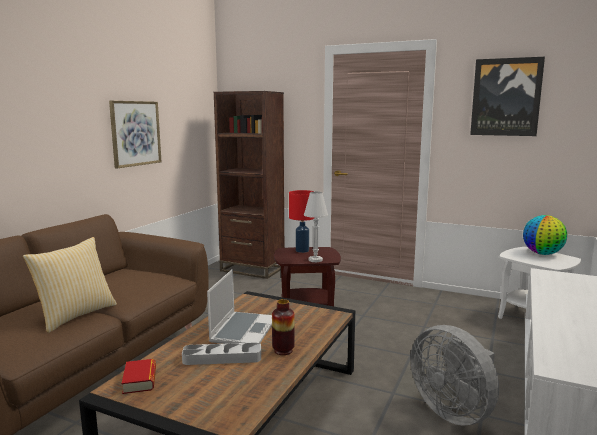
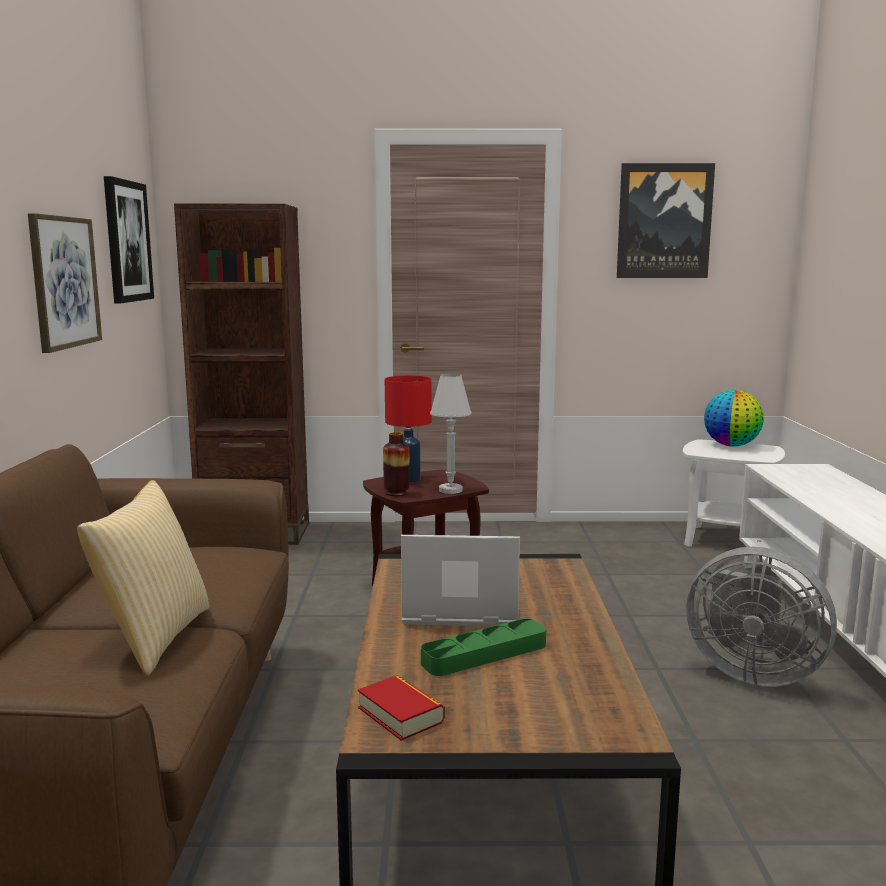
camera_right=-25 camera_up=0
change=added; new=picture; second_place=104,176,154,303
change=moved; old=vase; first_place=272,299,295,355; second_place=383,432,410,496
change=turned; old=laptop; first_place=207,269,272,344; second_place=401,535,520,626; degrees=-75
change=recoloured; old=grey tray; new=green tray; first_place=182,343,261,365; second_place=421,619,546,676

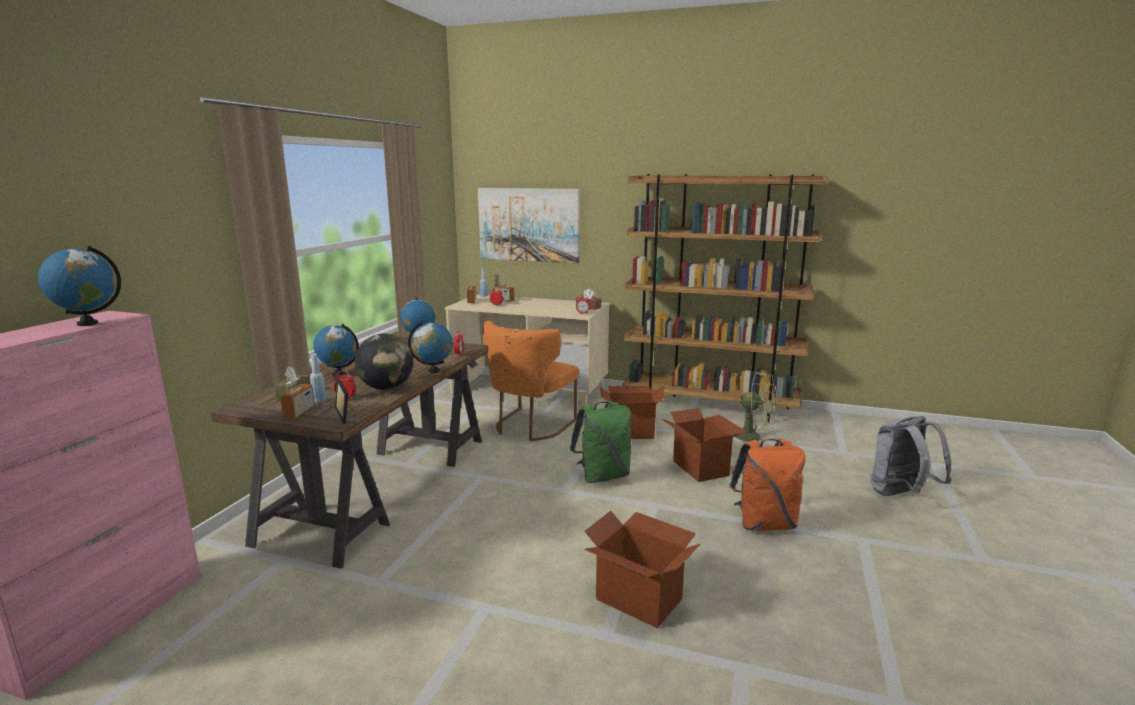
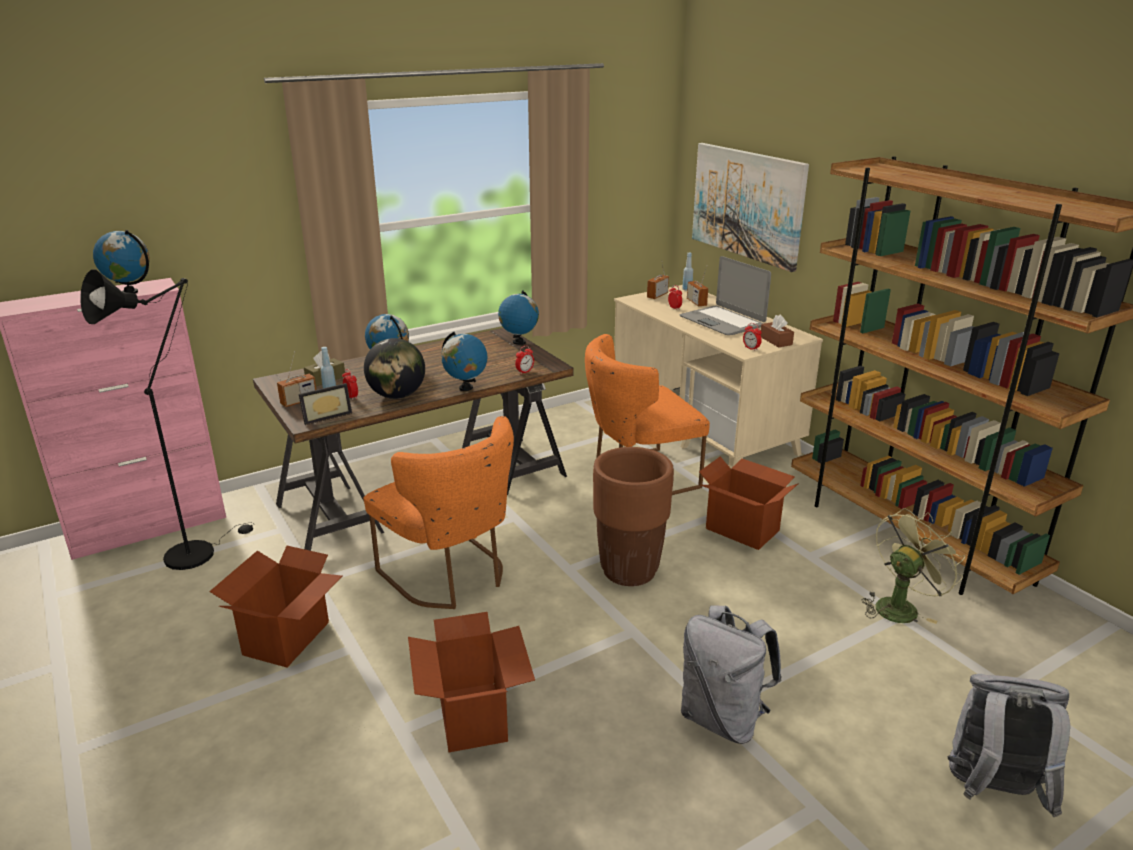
camera_right=40 camera_up=10
change=added; new=black floor lamp; second_place=80,269,254,570
change=moved; old=cardboard box; first_place=662,408,748,482; second_place=209,546,342,667
change=turned; old=picture frame; first_place=335,379,358,424; second_place=299,383,352,425; degrees=-135
change=added; new=orange chair; second_place=363,416,514,609
change=replaced; old=green backpack; new=brown planter; first_place=570,401,632,483; second_place=593,447,674,586
change=added; new=laptop; second_place=679,256,771,335
change=recoloured; old=orange backpack; new=grey backpack; first_place=729,438,805,531; second_place=681,605,782,744
change=turned; old=green fan; first_place=735,372,777,442; second_place=862,508,965,624; degrees=-105

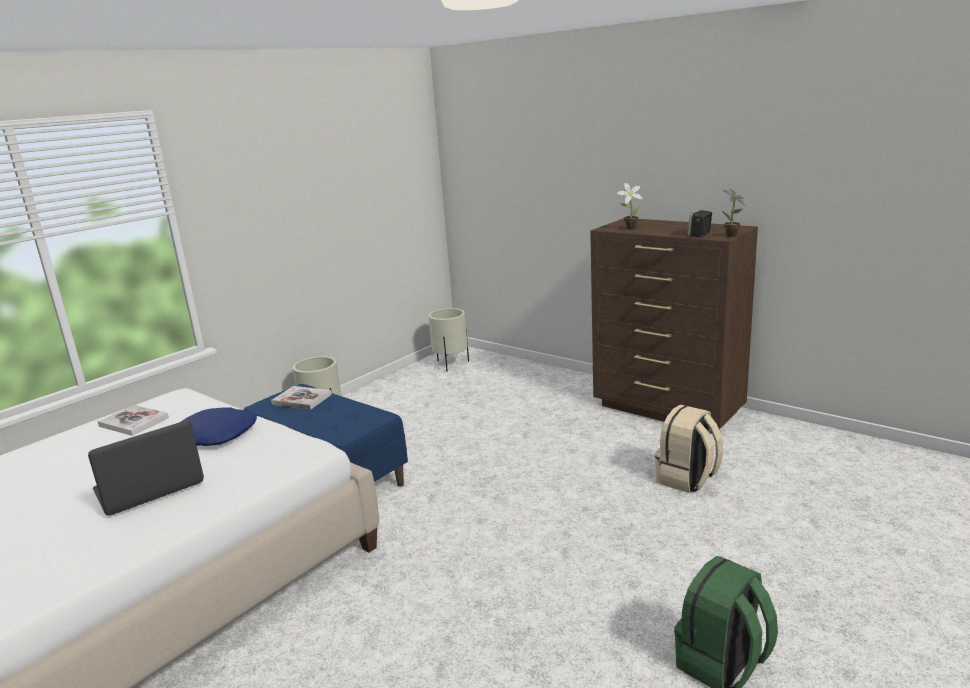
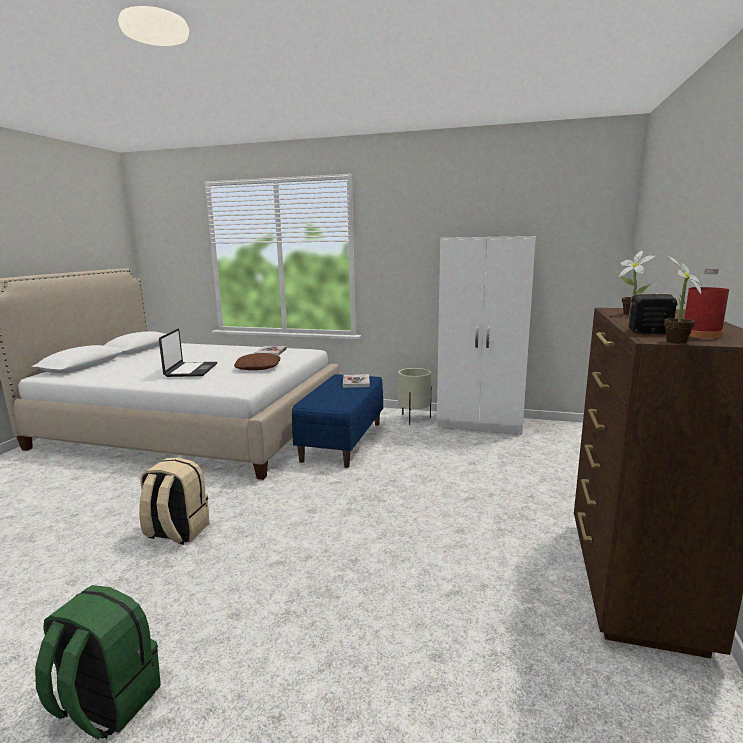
camera_right=65 camera_up=-5
change=moved; old=beige backpack; first_place=655,405,723,493; second_place=139,457,210,545
change=turned; old=laptop; first_place=88,421,204,516; second_place=159,329,217,377; degrees=60
change=recoloured; old=blue pillow; new=brown pillow; first_place=181,407,257,446; second_place=234,353,281,370
change=added; new=white wardrobe; second_place=437,236,536,434
change=added; new=red bottle; second_place=684,268,729,338
change=removed; old=beige planter; first_place=429,308,469,372

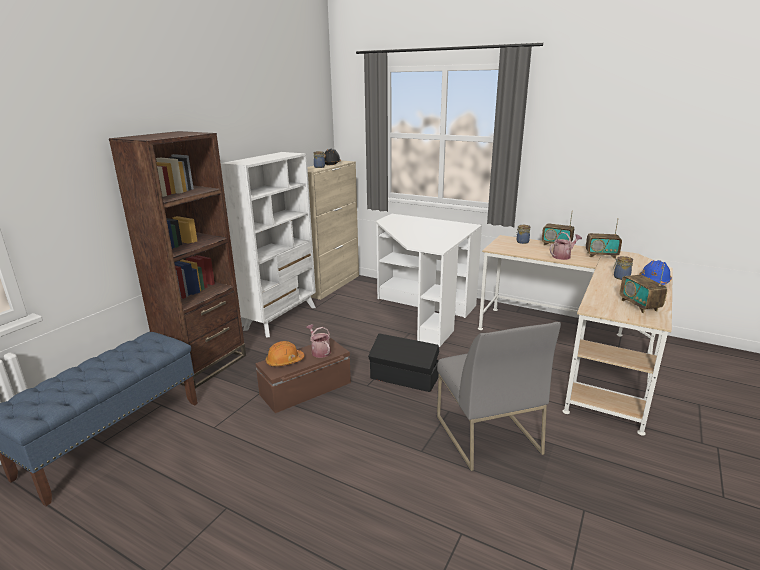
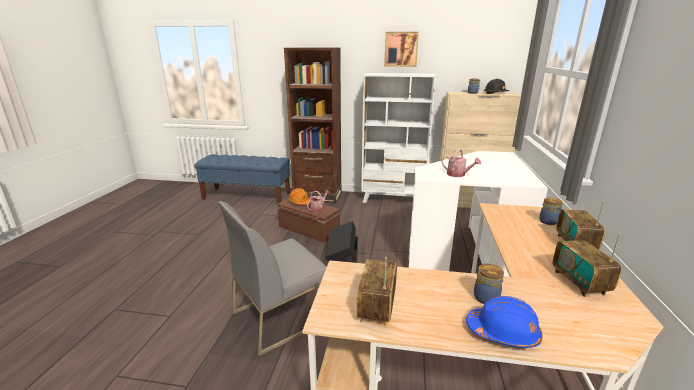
camera_right=70 camera_up=0
change=turned; old=radio; first_place=620,264,667,313; second_place=357,257,397,326; degrees=-45
change=added; new=picture; second_place=384,32,419,67
change=moved; old=watering can; first_place=550,232,582,260; second_place=441,149,481,177

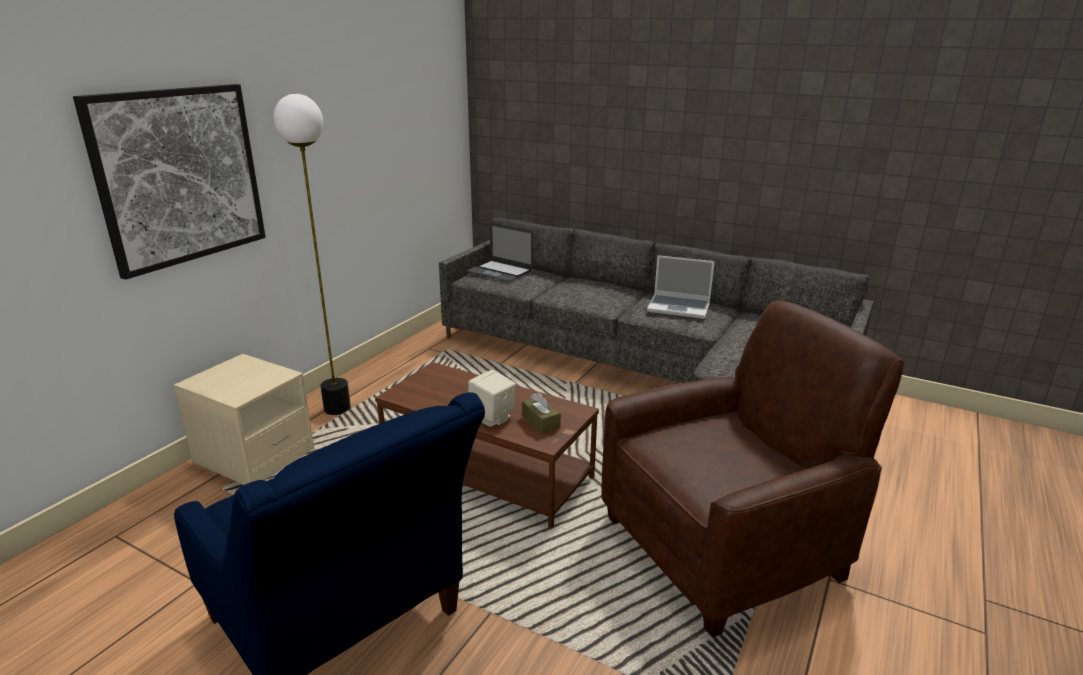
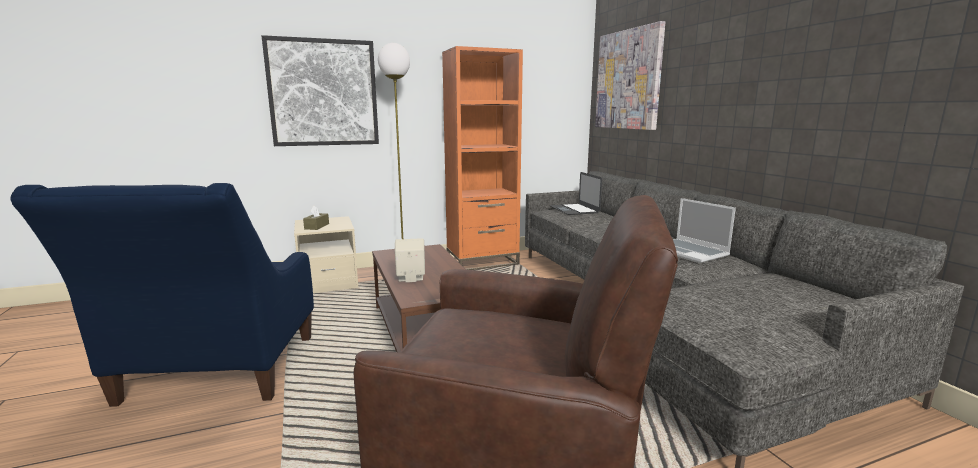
camera_right=40 camera_up=-10
change=moved; old=brown tissue box; first_place=522,392,561,434; second_place=303,206,329,230
change=added; new=orange bookcase; second_place=442,46,523,270
change=added; new=picture; second_place=595,21,665,130

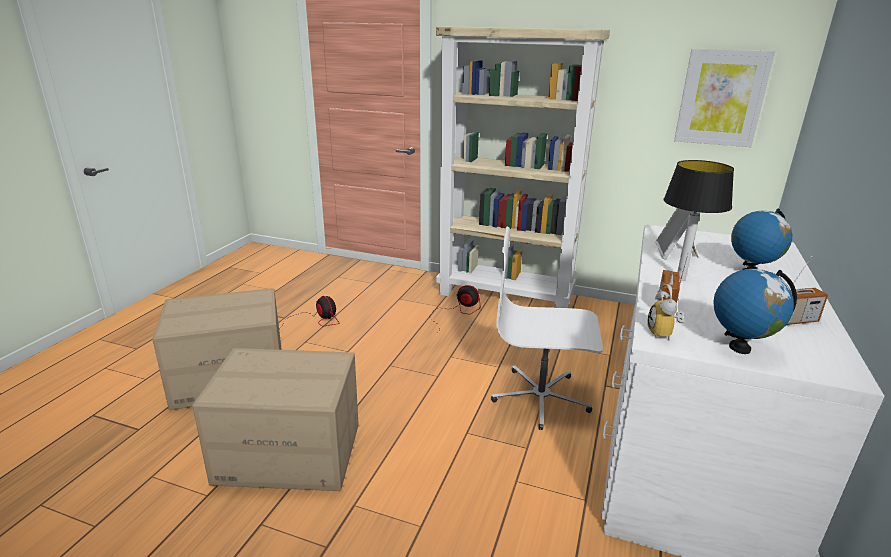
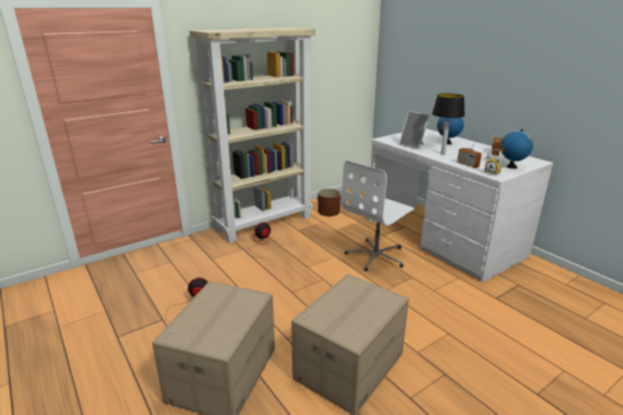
camera_right=-55 camera_up=0
change=added; new=brown planter; second_place=318,189,341,216
change=removed; old=picture; first_place=674,49,775,147

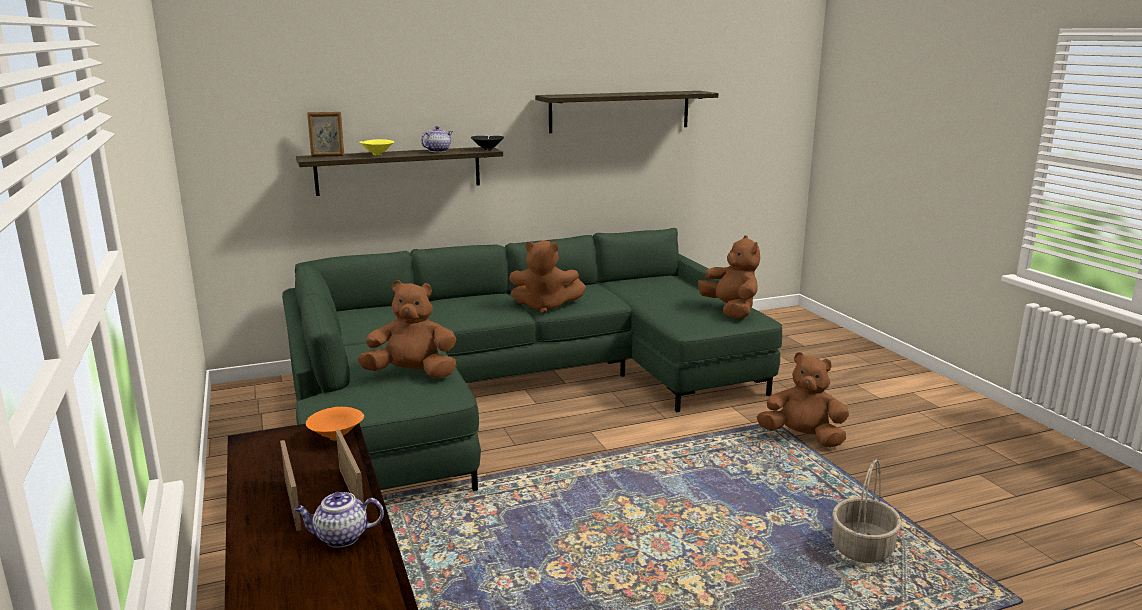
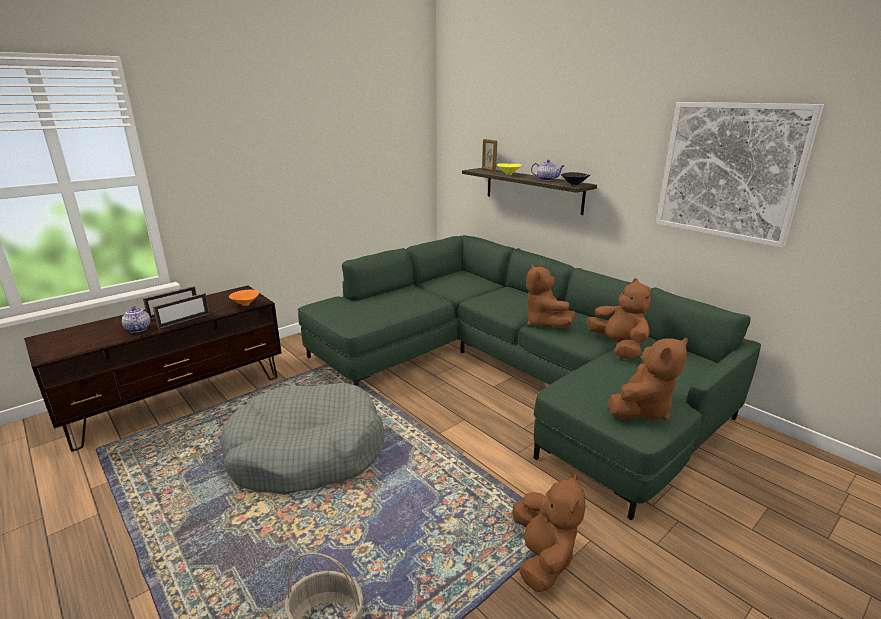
camera_right=70 camera_up=5
change=added; new=grey dog bed; second_place=219,383,385,495
change=moved; old=brown plush toy; first_place=358,280,456,378; second_place=587,278,651,360
change=replaced; old=shelf; new=picture; first_place=535,91,719,133; second_place=656,102,824,248

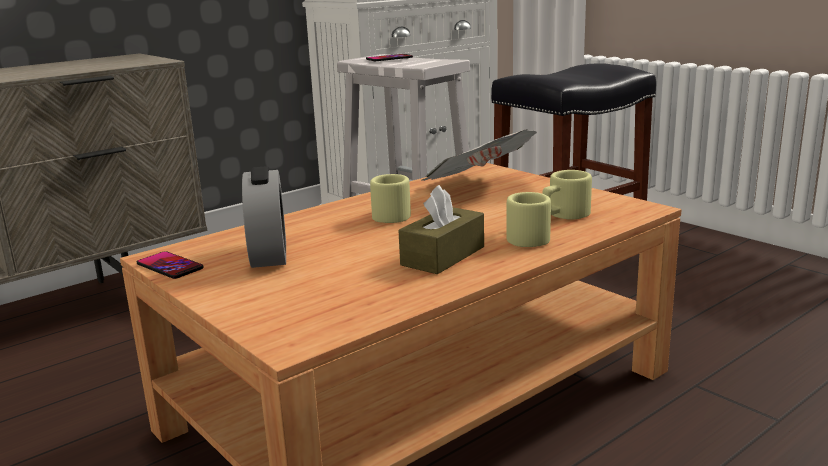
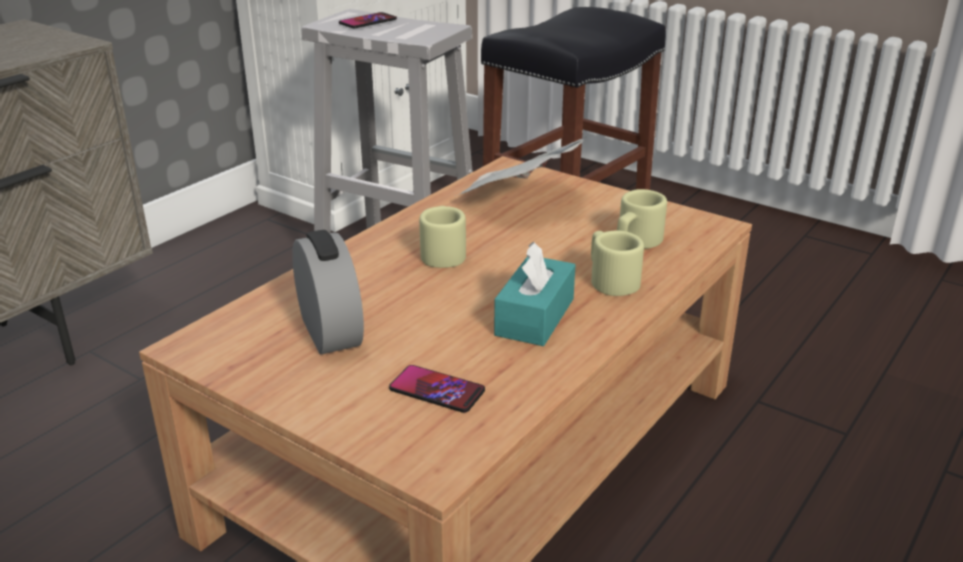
camera_right=-15 camera_up=10
change=moved; old=phone; first_place=137,251,204,279; second_place=389,365,485,413
change=recoloured; old=brown tissue box; new=turquoise tissue box; first_place=398,185,484,274; second_place=494,242,575,346

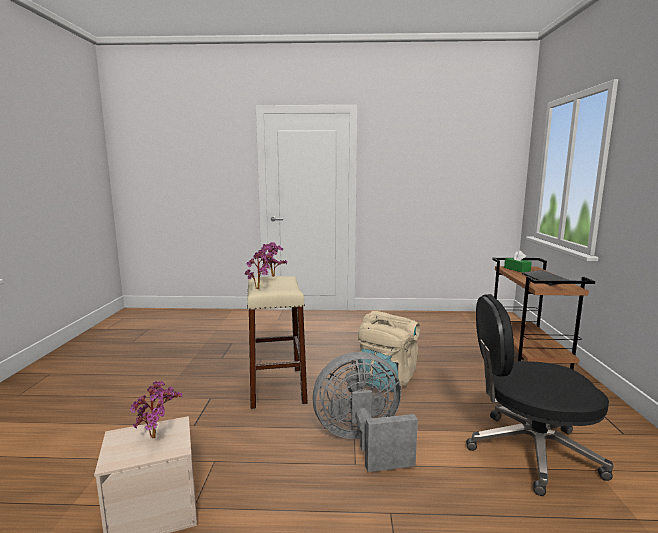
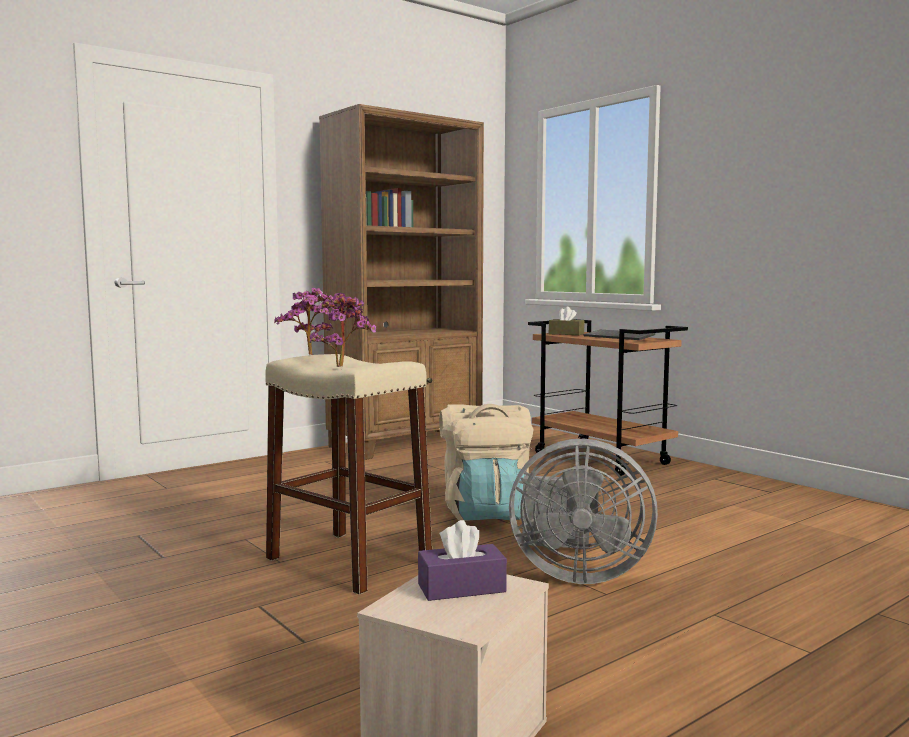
camera_right=-40 camera_up=-5
change=added; new=brown bookcase; second_place=319,104,484,460
change=replaced; old=potted plant; new=purple tissue box; first_place=130,381,182,438; second_place=418,520,507,601
change=turned; old=grey fan; first_place=313,352,418,472; second_place=509,439,658,584; degrees=-120
change=recoloured; old=green tissue box; new=brown tissue box; first_place=504,251,532,272; second_place=549,307,585,335
change=removed; old=black office chair; first_place=466,294,613,496

